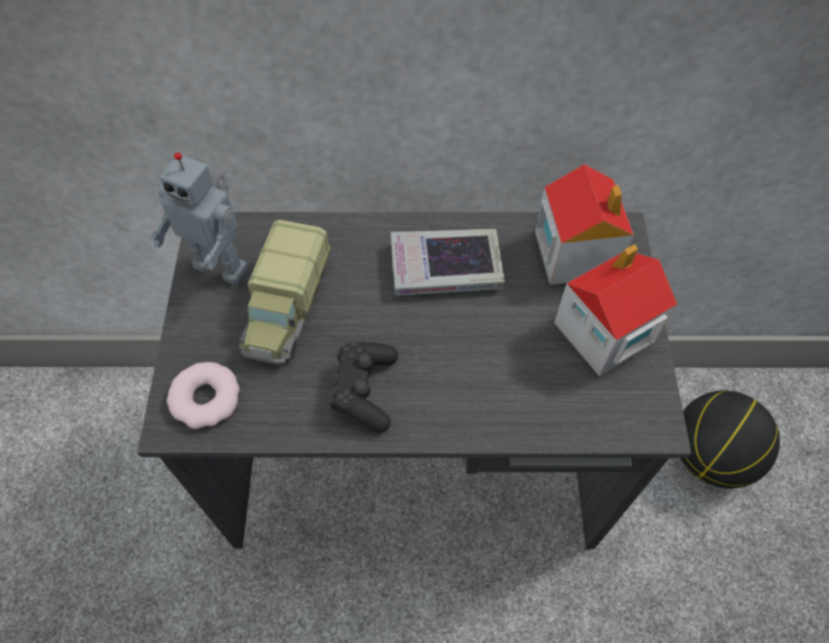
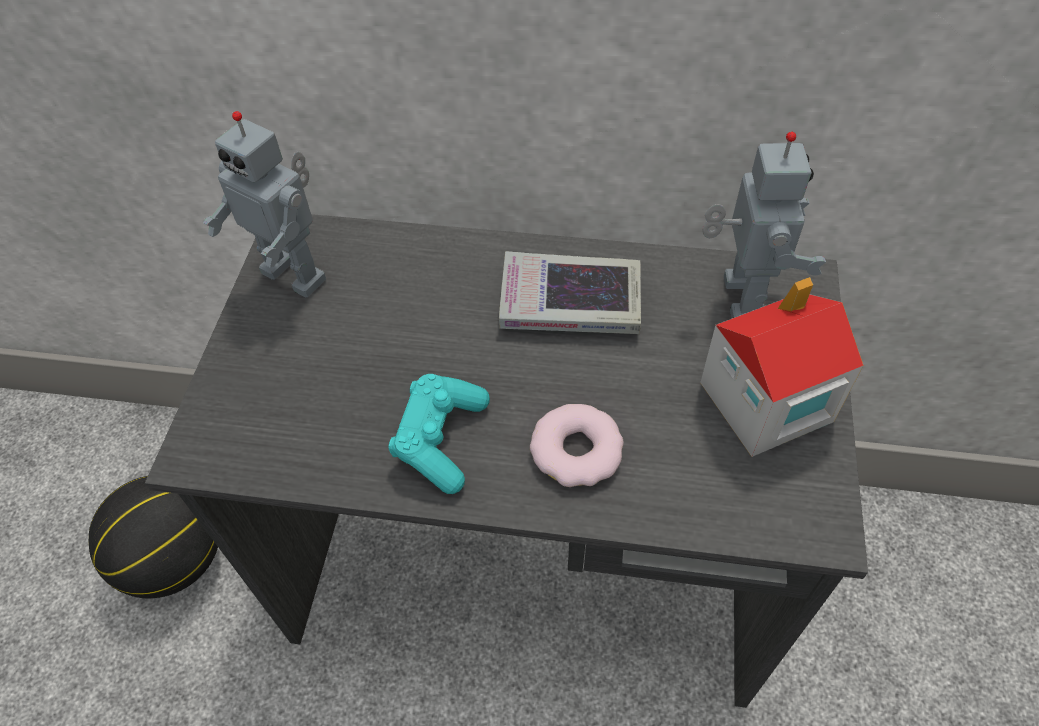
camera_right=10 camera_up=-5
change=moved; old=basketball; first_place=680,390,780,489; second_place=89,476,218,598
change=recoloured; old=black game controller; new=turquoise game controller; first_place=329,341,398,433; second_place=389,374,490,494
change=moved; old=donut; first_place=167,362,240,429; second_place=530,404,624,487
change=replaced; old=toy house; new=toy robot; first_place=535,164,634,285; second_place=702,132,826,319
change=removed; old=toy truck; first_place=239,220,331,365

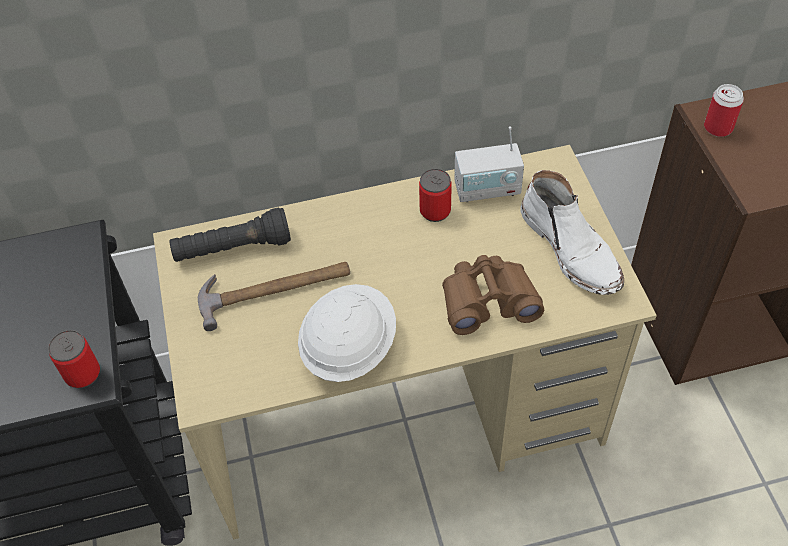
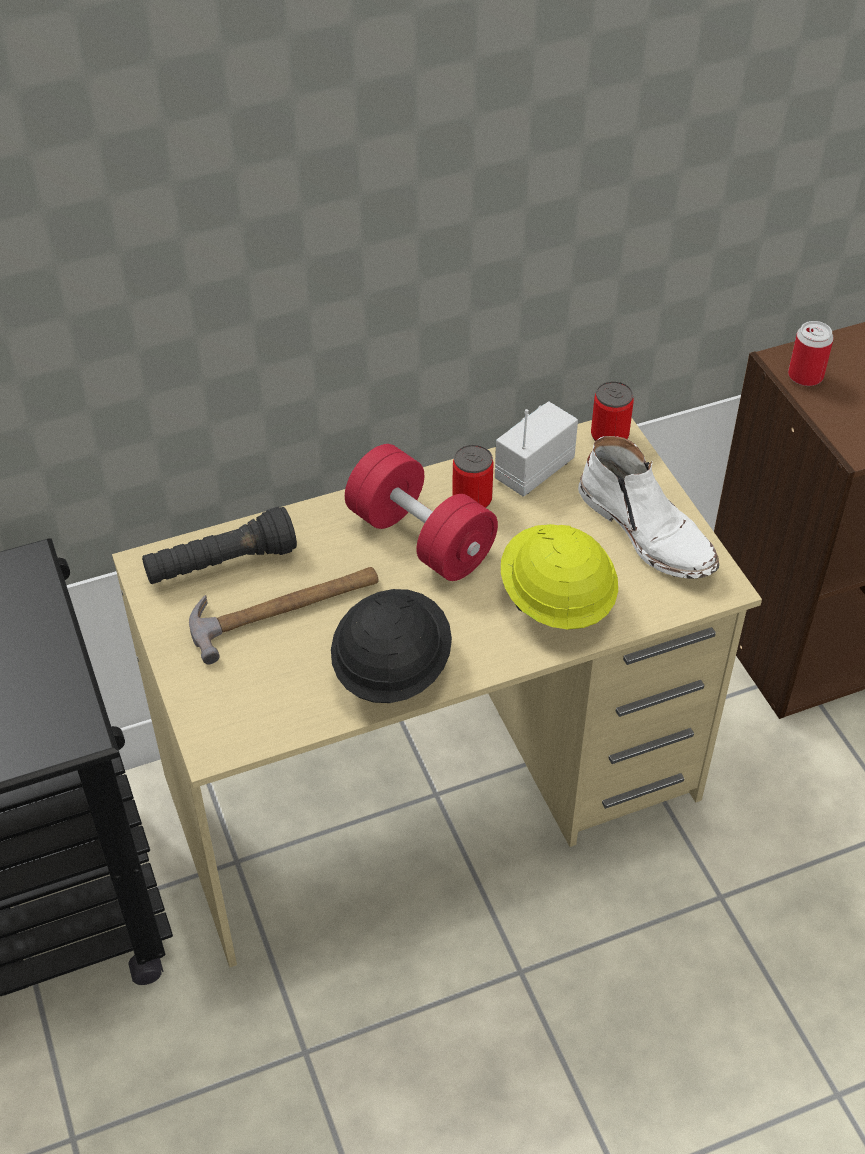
camera_right=-10 camera_up=-5
change=recoloured; old=white hard hat; new=black hard hat; first_place=298,284,396,382; second_place=331,589,452,703
change=added; new=red dumbbell; second_place=345,444,498,581
change=turned; old=radio; first_place=454,126,524,202; second_place=495,401,578,497; degrees=150
change=replaced; old=brown binoculars; new=yellow hard hat; first_place=442,255,544,335; second_place=501,524,618,630
change=moved; old=can; first_place=48,330,100,388; second_place=591,381,634,441

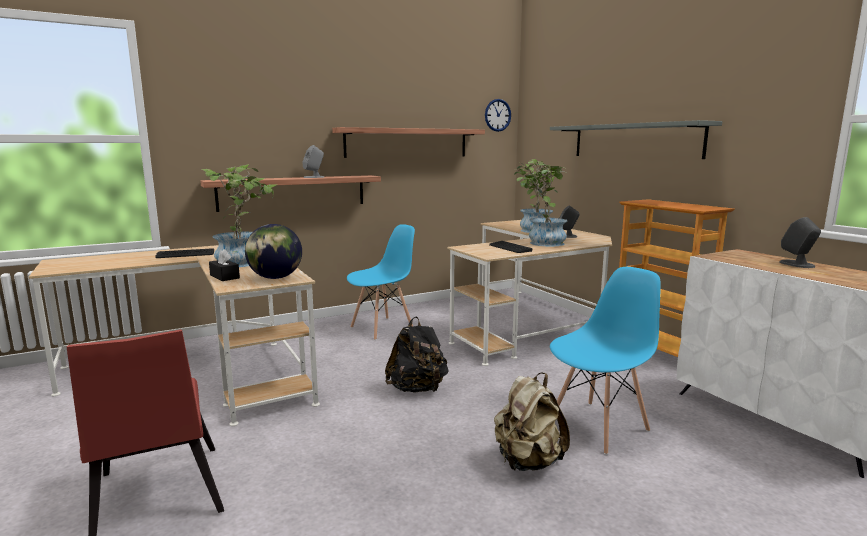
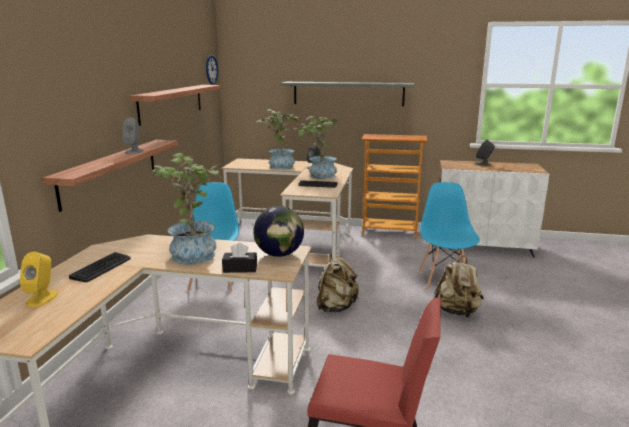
camera_right=-50 camera_up=5
change=added; new=yellow speaker; second_place=20,252,58,307
change=recoloured; old=black backpack; new=beige backpack; first_place=385,317,449,392; second_place=317,253,359,312

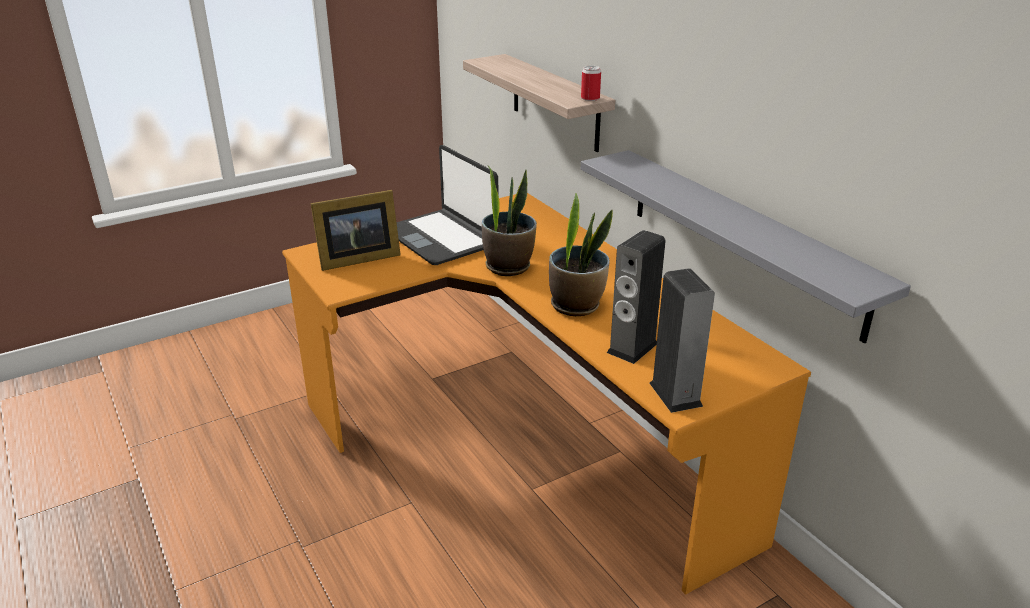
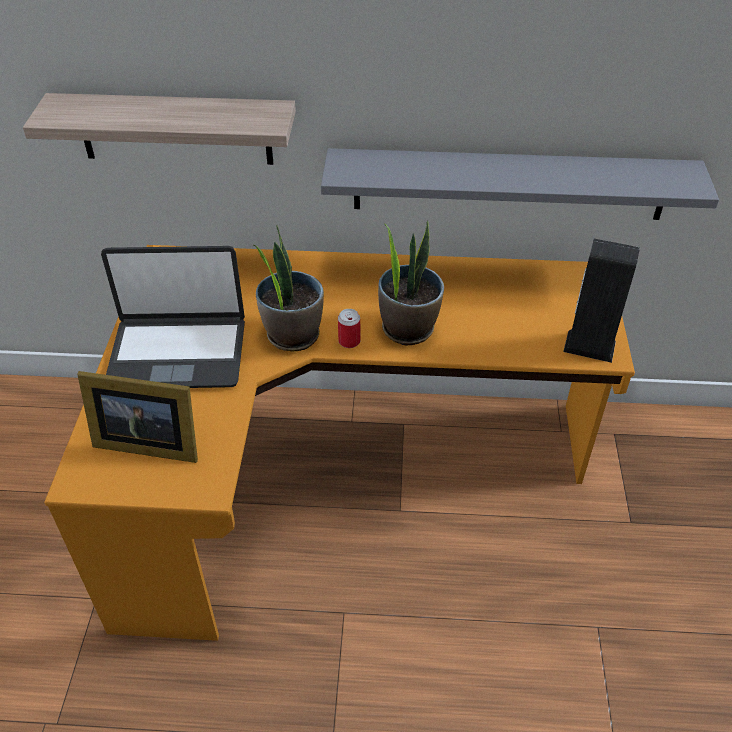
camera_right=-55 camera_up=15
change=turned; old=picture frame; first_place=310,190,401,271; second_place=77,371,198,463; degrees=90
change=moved; old=can; first_place=581,66,601,101; second_place=338,309,360,348
change=removed; old=speaker; first_place=607,230,666,364

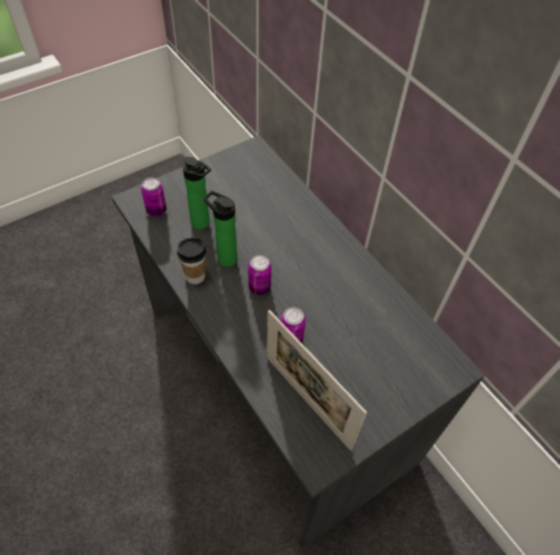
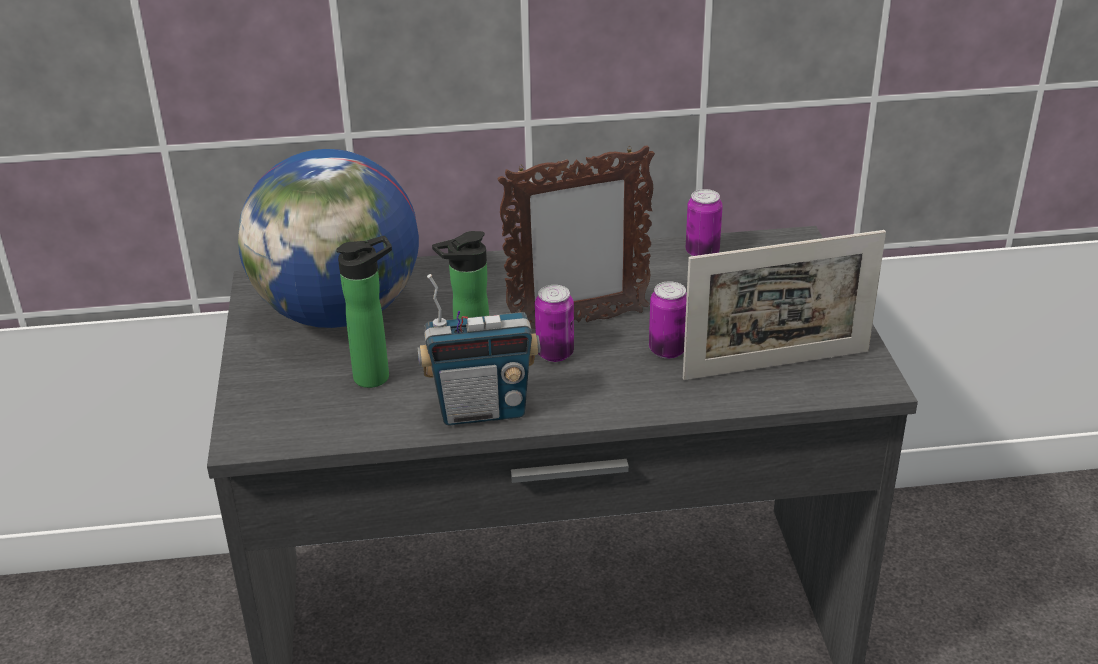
camera_right=-60 camera_up=-20
change=added; new=globe; second_place=238,149,419,328
change=replaced; old=cup; new=radio; first_place=177,237,206,284; second_place=417,274,540,425
change=added; new=picture frame; second_place=497,145,655,329
change=moved; old=can; first_place=141,178,167,217; second_place=686,189,723,256

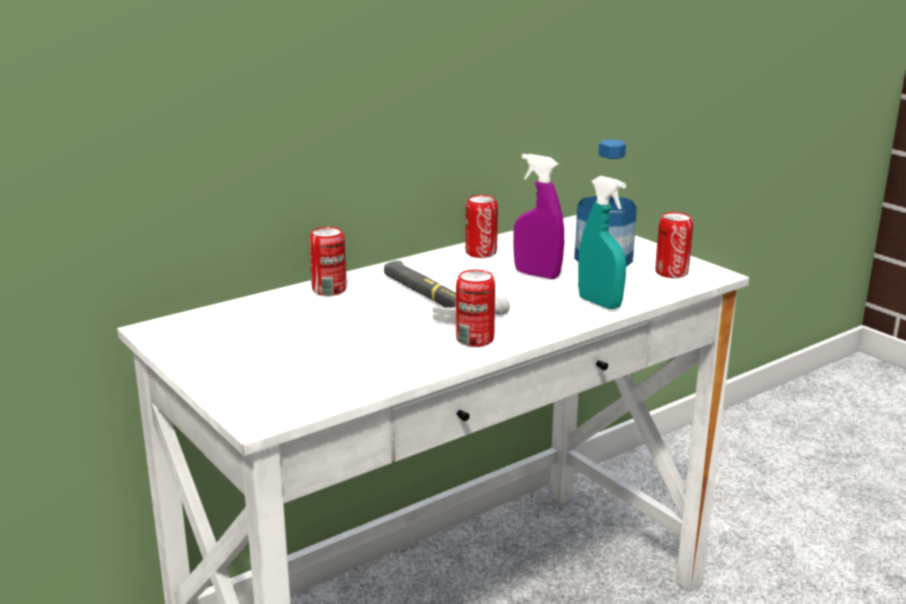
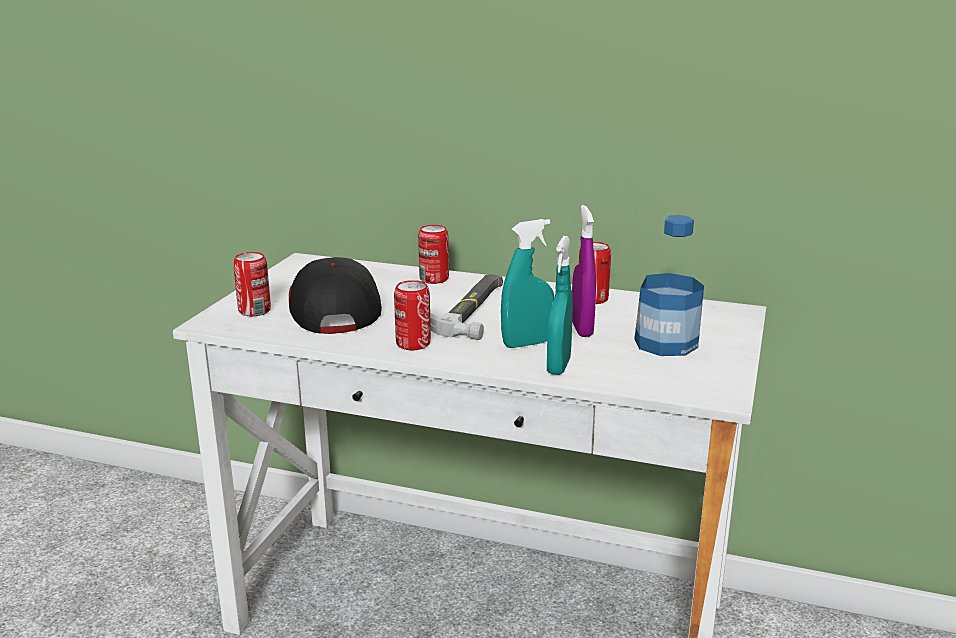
camera_right=55 camera_up=0
change=moved; old=can; first_place=655,212,693,278; second_place=233,252,271,316
change=added; new=cap; second_place=289,257,382,334
change=added; new=turquoise spray bottle; second_place=501,219,554,348

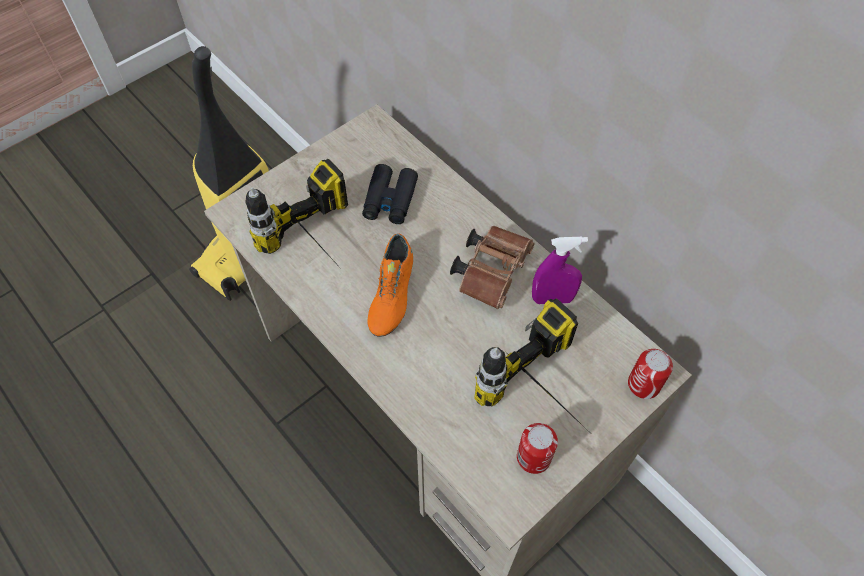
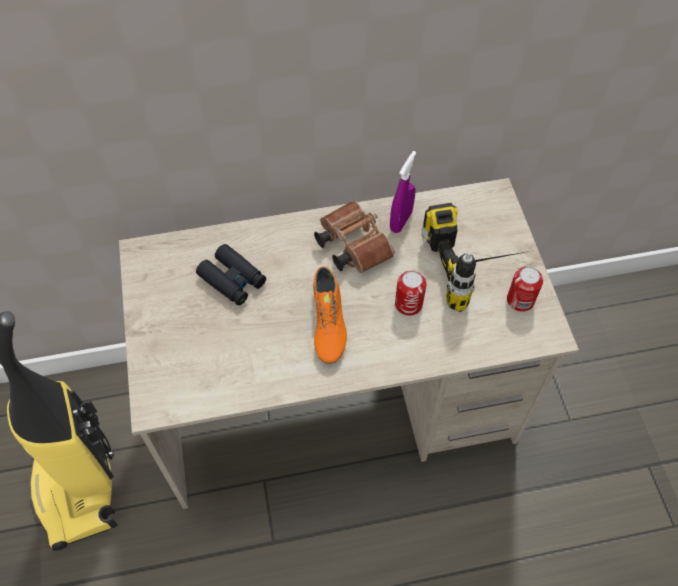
camera_right=-60 camera_up=0
change=turned; old=orange shoe; first_place=368,234,413,337; second_place=313,266,347,364; degrees=45
change=moved; old=can; first_place=628,349,673,399; second_place=395,271,426,316
change=removed; old=power drill; first_place=245,159,348,271

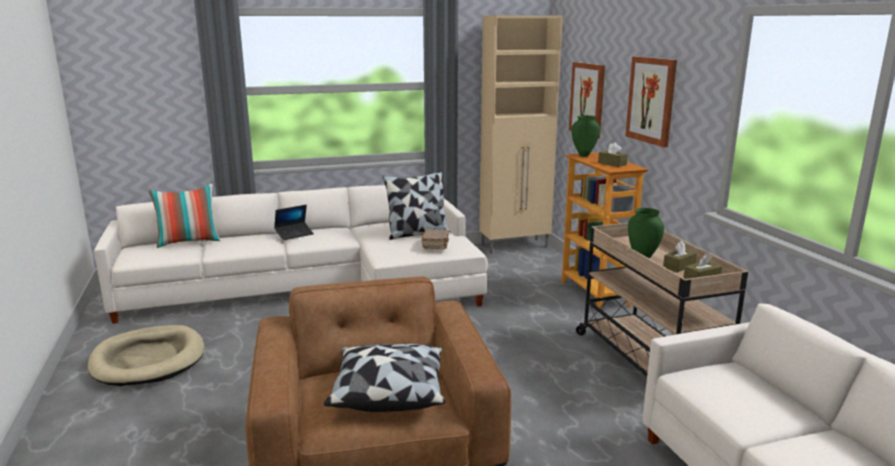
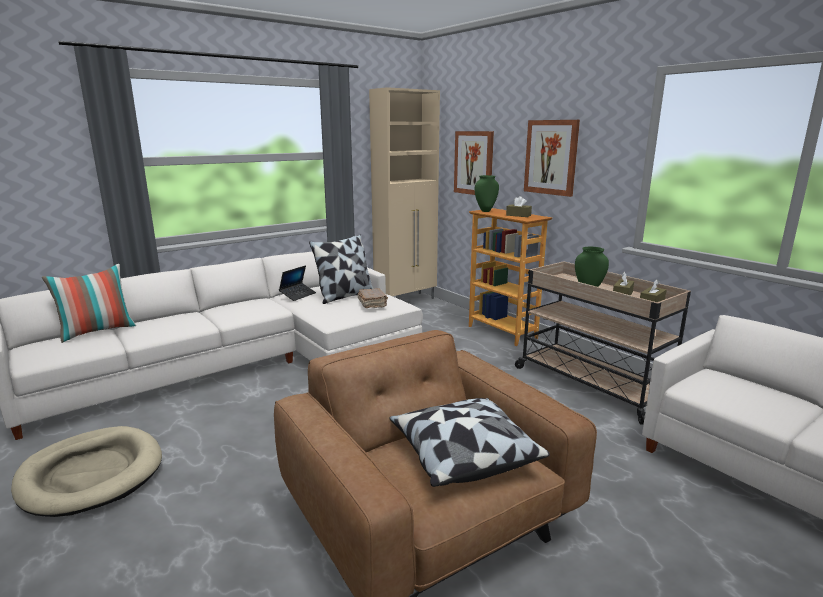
camera_right=-20 camera_up=0
change=moved; old=laptop; first_place=274,205,314,240; second_place=279,265,316,301

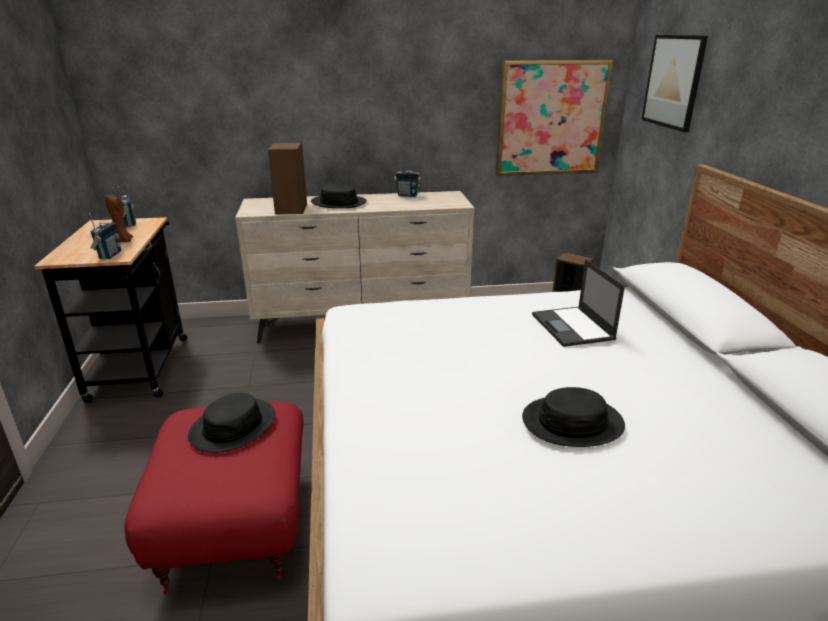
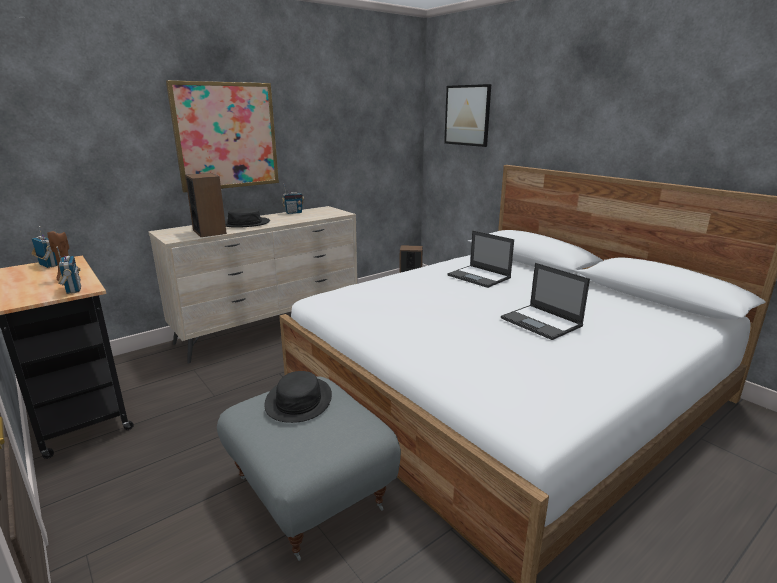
camera_right=-30 camera_up=-5
change=moved; old=picture; first_place=496,60,613,176; second_place=166,80,279,192
change=recoloured; old=red ottoman; new=grey ottoman; first_place=124,402,303,594; second_place=217,376,401,561
change=replaced; old=black hat; new=laptop; first_place=522,387,625,447; second_place=501,263,590,340

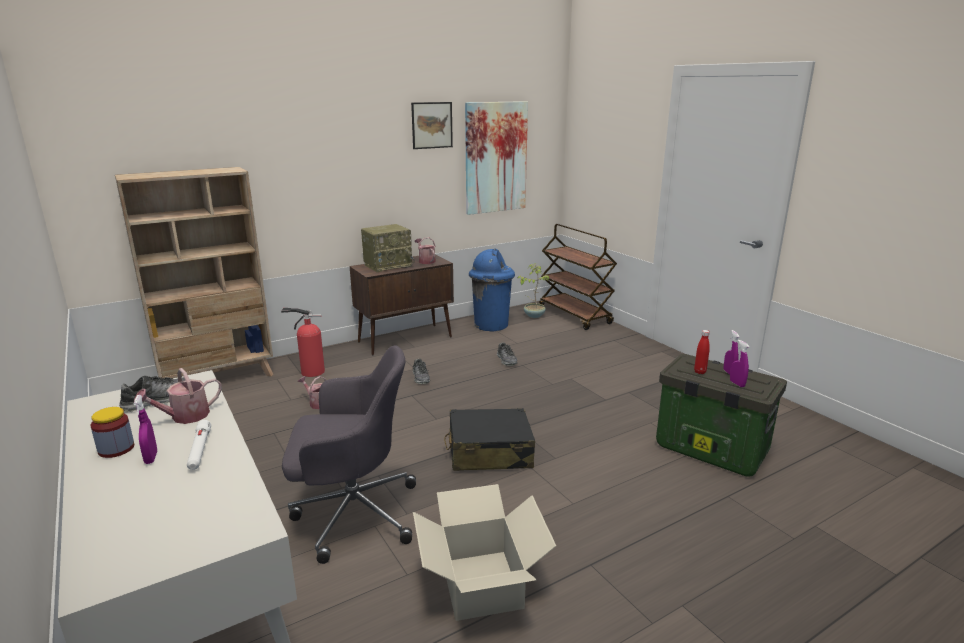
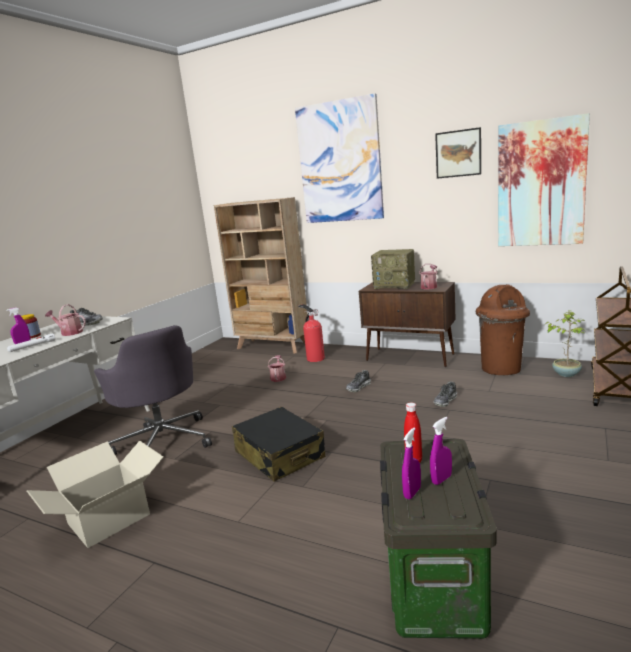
camera_right=60 camera_up=-5
change=added; new=picture; second_place=295,93,384,223
change=recoloured; old=blue trash can; new=brown trash can; first_place=469,248,515,331; second_place=476,284,530,375

